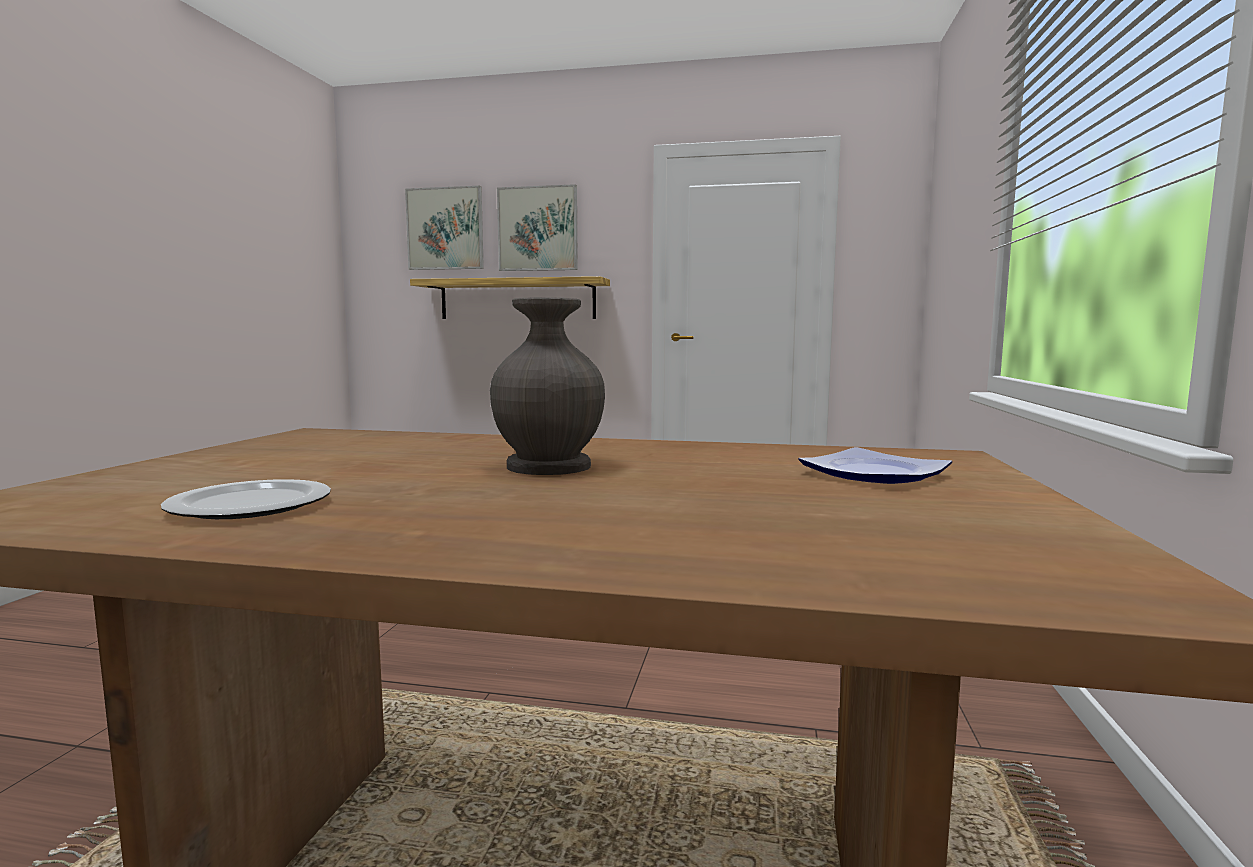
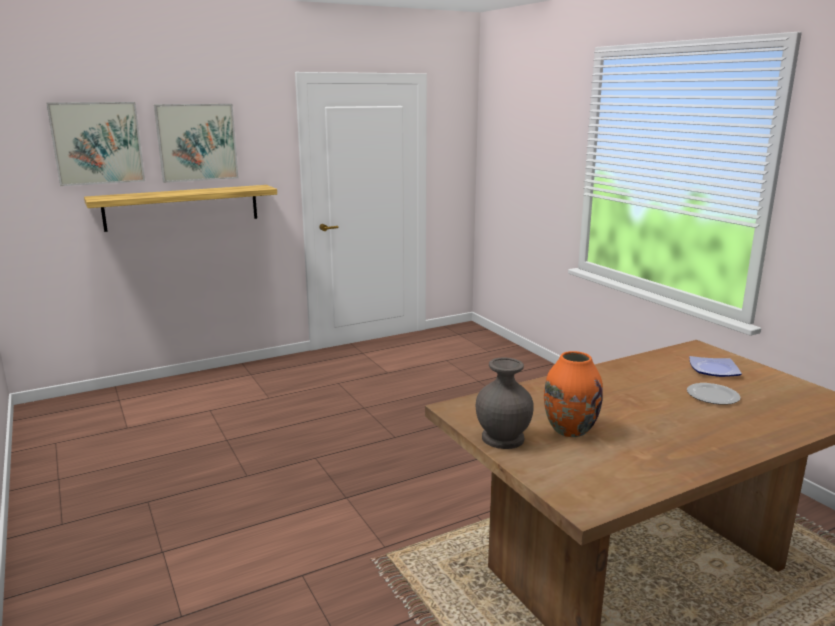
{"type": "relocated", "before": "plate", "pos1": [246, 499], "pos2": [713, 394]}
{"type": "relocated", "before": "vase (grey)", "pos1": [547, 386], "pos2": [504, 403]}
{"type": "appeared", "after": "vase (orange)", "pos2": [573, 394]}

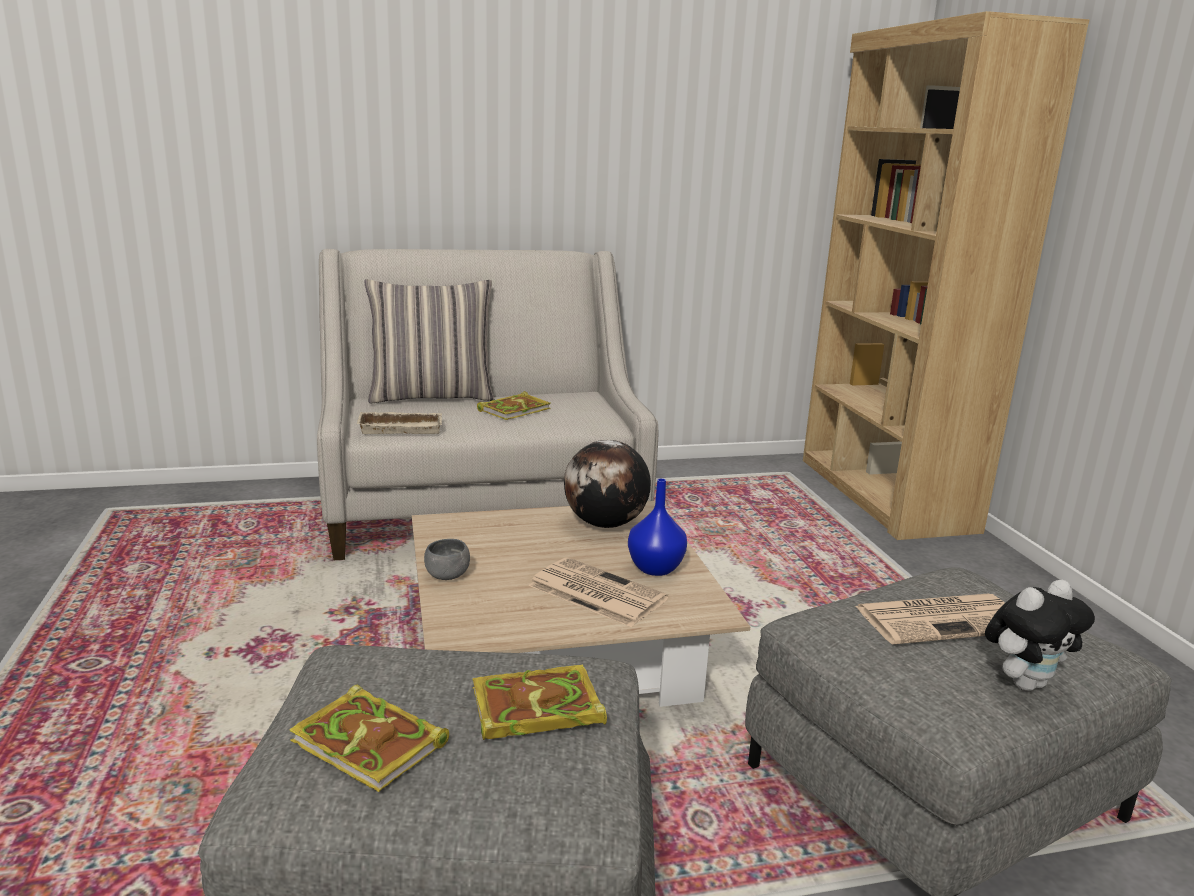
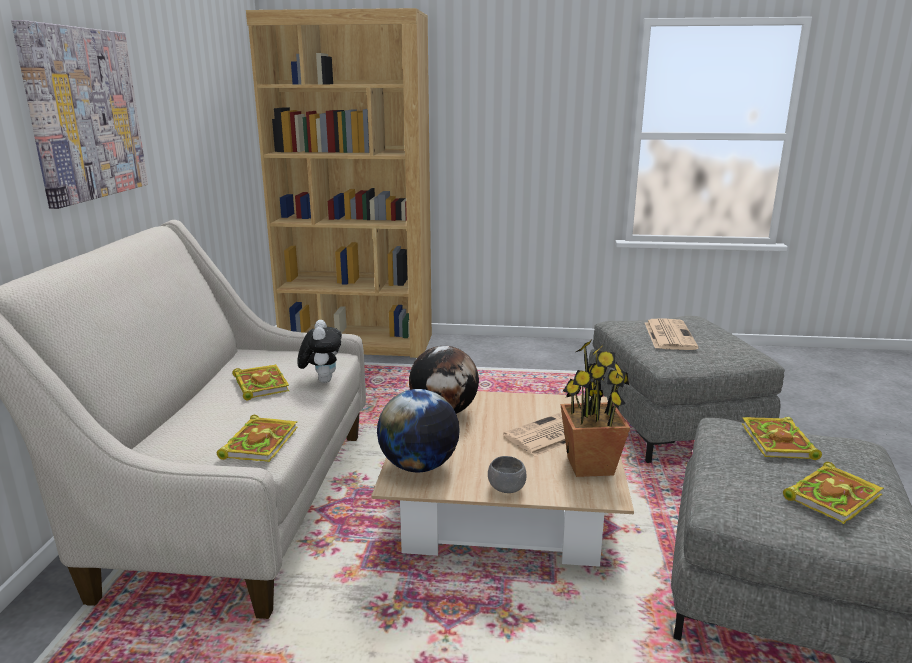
{"type": "exchanged", "before": "tray (beige)", "after": "book", "pos1": [399, 423], "pos2": [257, 438]}
{"type": "missing", "before": "pillow", "pos1": [430, 341]}
{"type": "missing", "before": "vase (blue)", "pos1": [657, 527]}
{"type": "relocated", "before": "plush toy", "pos1": [1040, 635], "pos2": [319, 351]}
{"type": "appeared", "after": "picture", "pos2": [79, 114]}
{"type": "appeared", "after": "globe", "pos2": [418, 430]}
{"type": "appeared", "after": "potted plant", "pos2": [595, 409]}

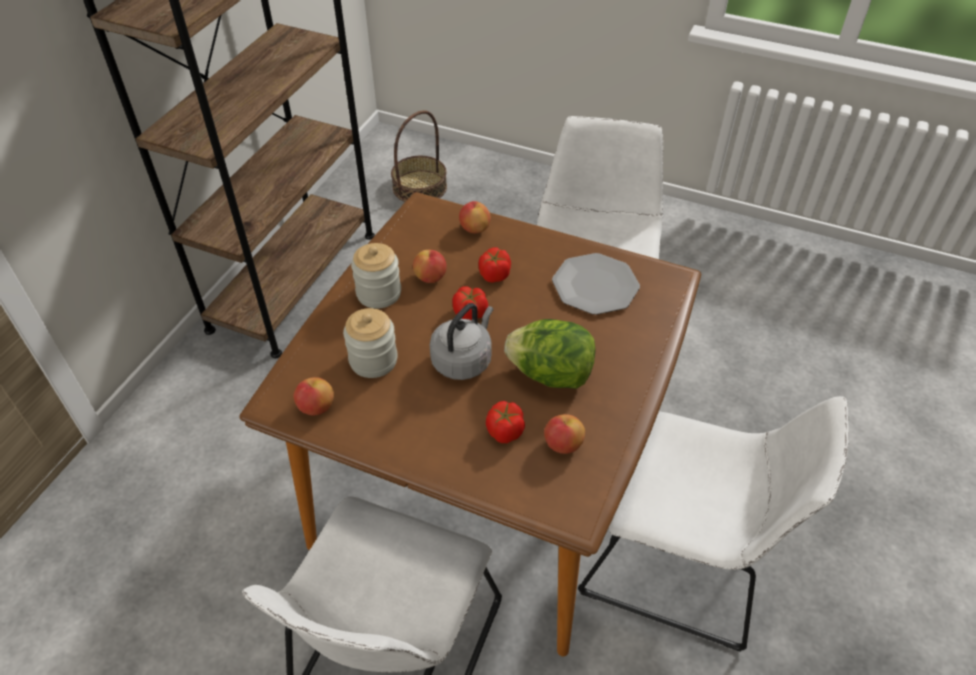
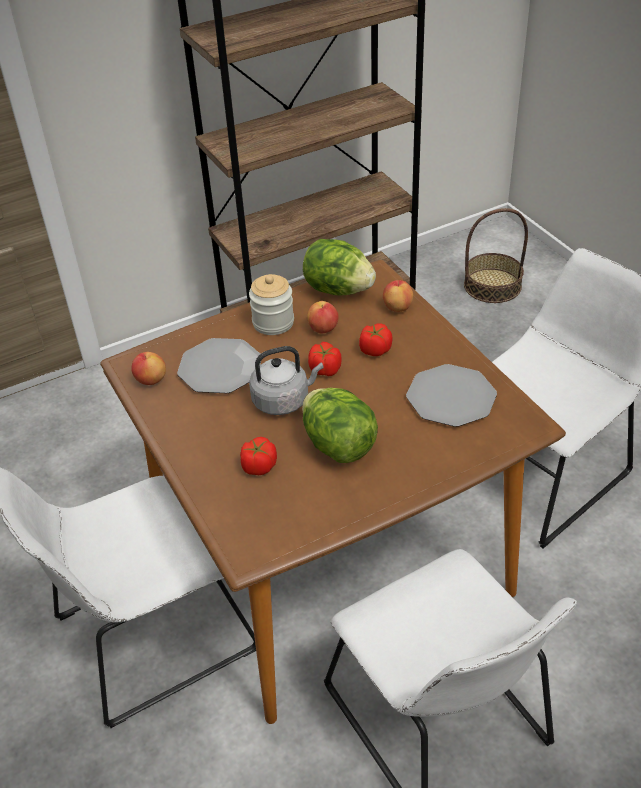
{"type": "exchanged", "before": "jar", "after": "plate", "pos1": [370, 343], "pos2": [219, 365]}
{"type": "missing", "before": "apple", "pos1": [564, 434]}
{"type": "appeared", "after": "lettuce", "pos2": [339, 267]}

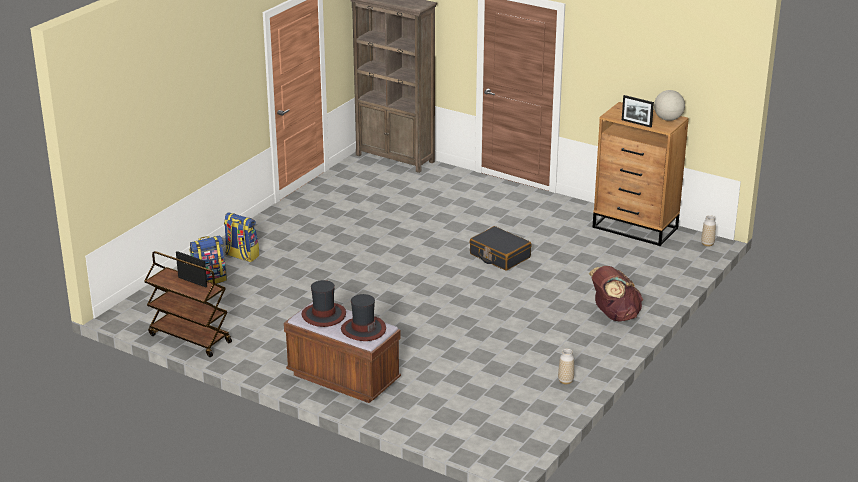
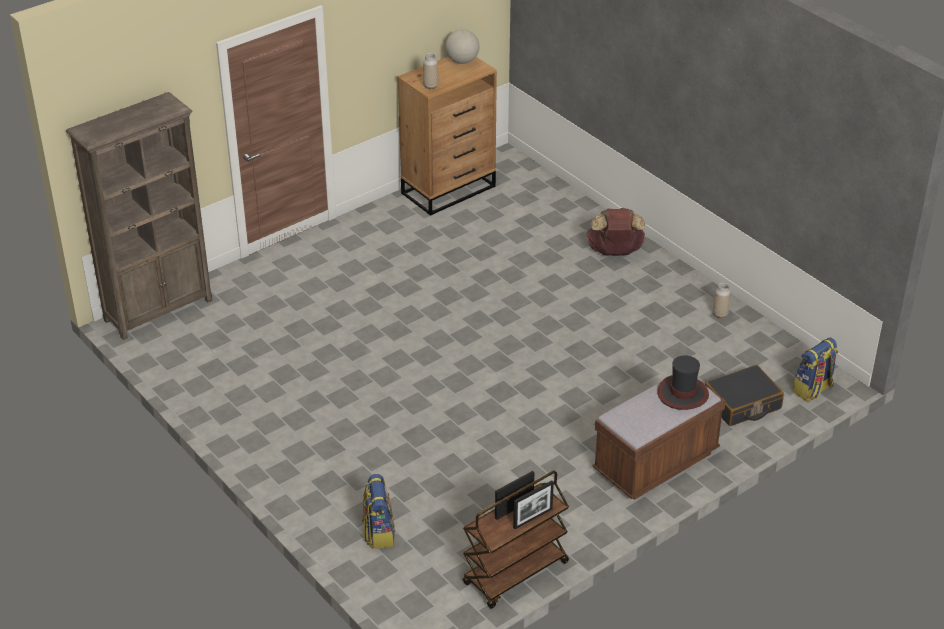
{"type": "relocated", "before": "backpack", "pos1": [241, 237], "pos2": [815, 370]}
{"type": "missing", "before": "hat", "pos1": [324, 303]}
{"type": "relocated", "before": "suitcase (black)", "pos1": [500, 248], "pos2": [744, 395]}
{"type": "relocated", "before": "picture frame", "pos1": [638, 111], "pos2": [533, 504]}
{"type": "relocated", "before": "vase", "pos1": [708, 231], "pos2": [431, 71]}

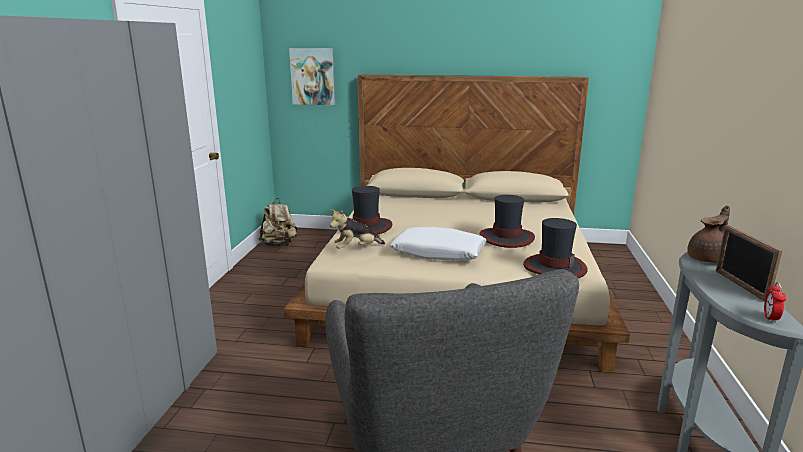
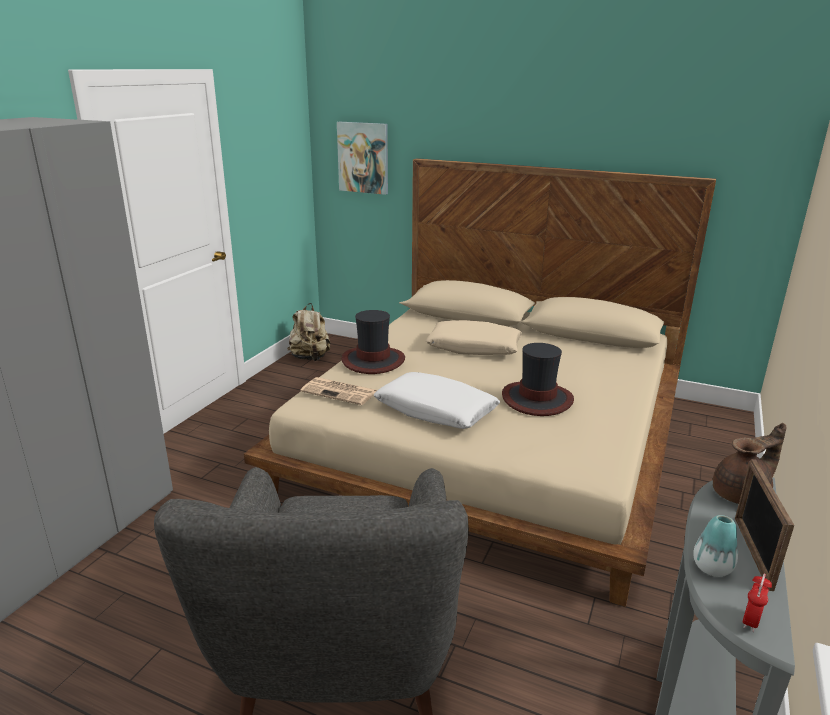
{"type": "exchanged", "before": "plush toy", "after": "newspaper", "pos1": [357, 229], "pos2": [338, 391]}
{"type": "missing", "before": "hat", "pos1": [555, 248]}
{"type": "appeared", "after": "pillow (beige)", "pos2": [473, 337]}
{"type": "appeared", "after": "vase", "pos2": [715, 546]}

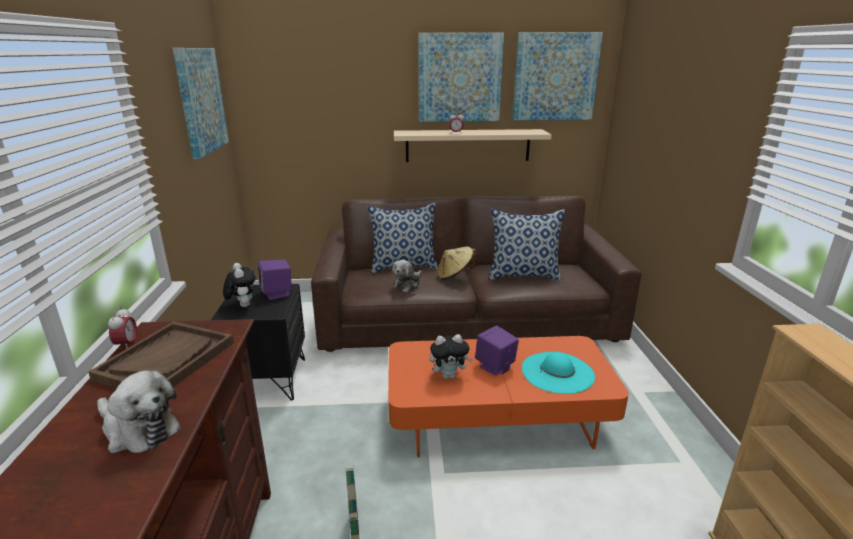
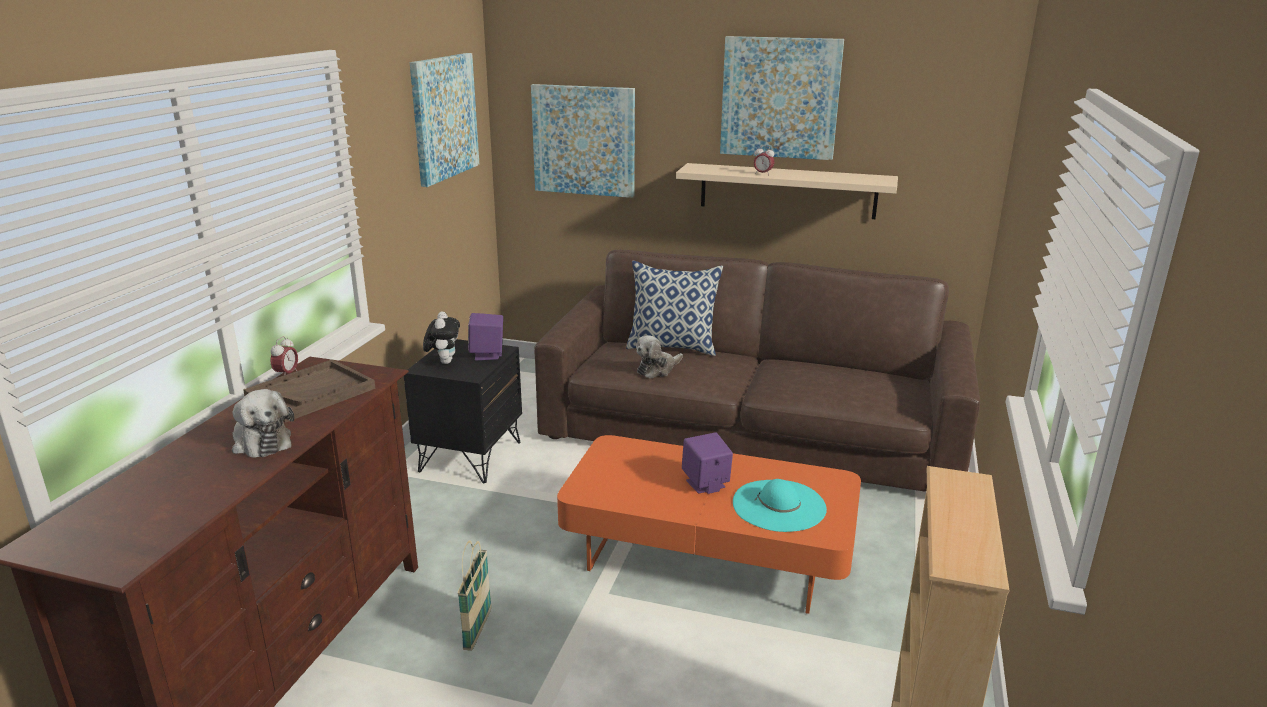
{"type": "missing", "before": "plush toy", "pos1": [451, 356]}
{"type": "missing", "before": "hat (beige)", "pos1": [456, 263]}
{"type": "missing", "before": "pillow", "pos1": [527, 245]}
{"type": "relocated", "before": "picture", "pos1": [558, 76], "pos2": [583, 141]}

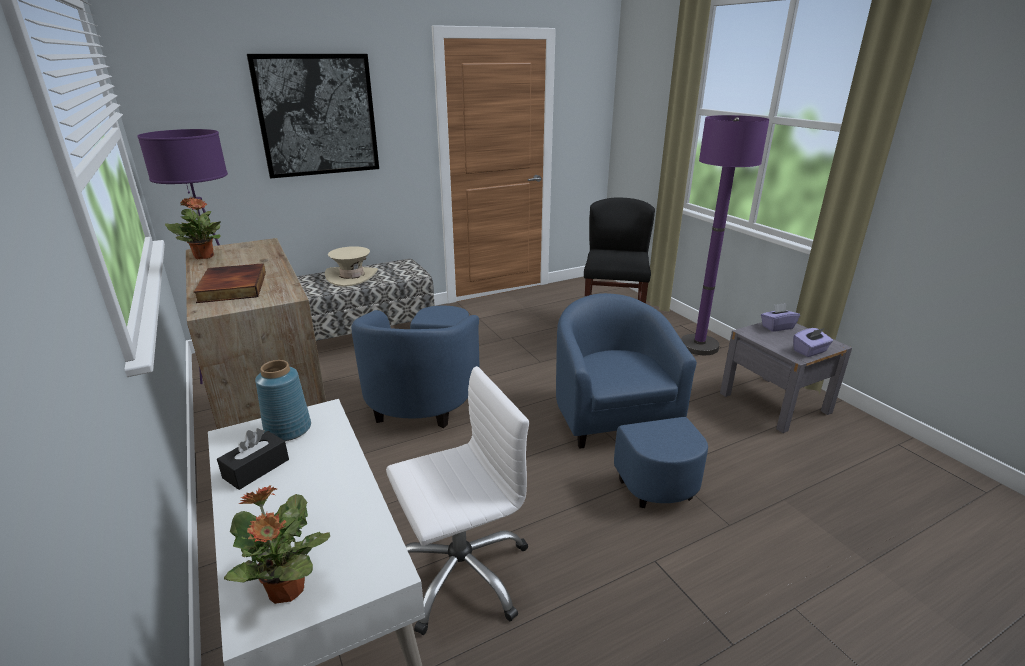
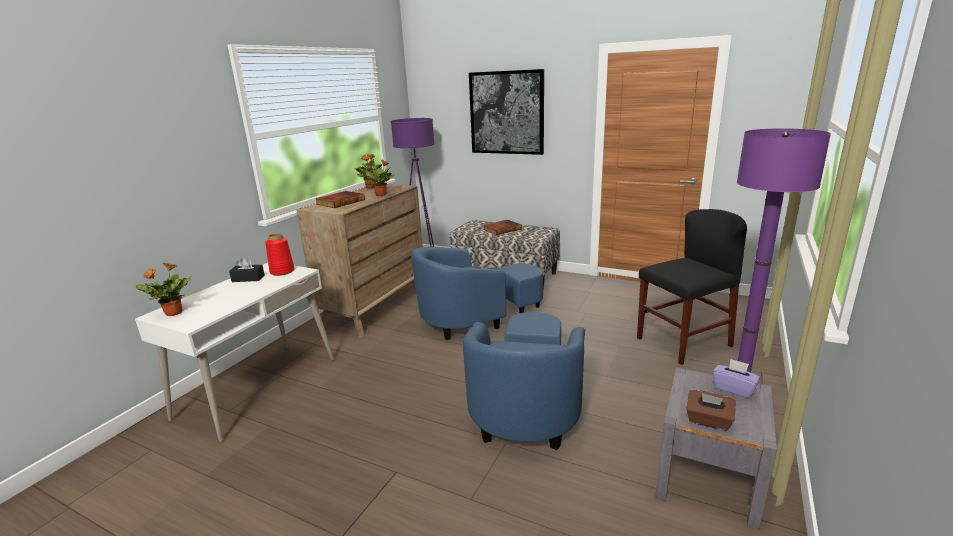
{"type": "colour", "before": "vase (blue)", "after": "vase (red)", "pos1": [283, 400], "pos2": [280, 254]}
{"type": "exchanged", "before": "hat (beige)", "after": "book", "pos1": [351, 266], "pos2": [502, 227]}
{"type": "missing", "before": "office chair (white)", "pos1": [457, 500]}
{"type": "spun", "before": "armchair (blue)", "pos1": [632, 400], "pos2": [524, 381], "turn": 150}
{"type": "colour", "before": "tissue box (purple)", "after": "tissue box (brown)", "pos1": [813, 342], "pos2": [711, 410]}
{"type": "appeared", "after": "potted plant", "pos2": [380, 177]}

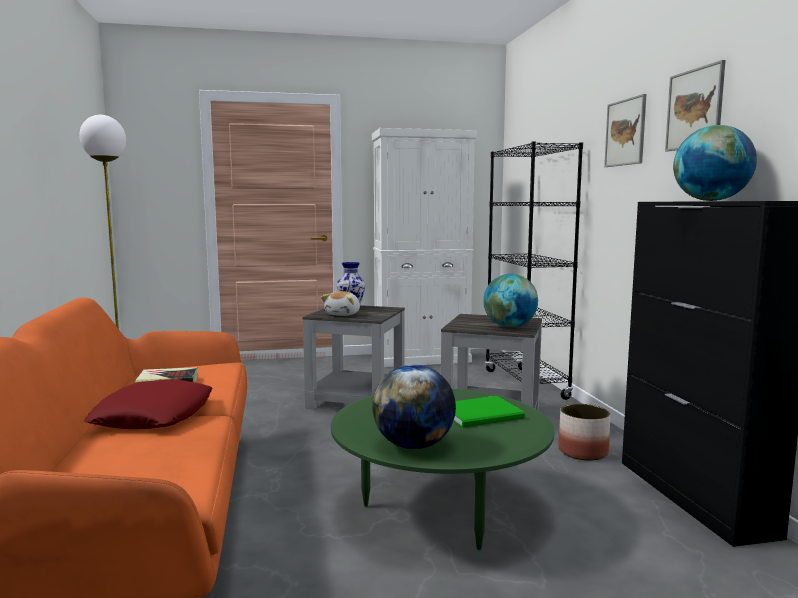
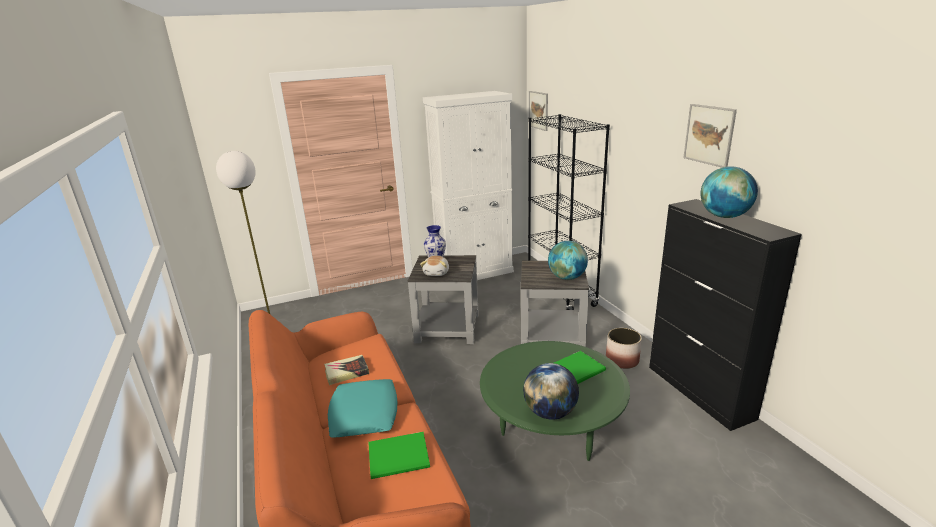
{"type": "colour", "before": "pillow (red)", "after": "pillow (turquoise)", "pos1": [148, 404], "pos2": [362, 408]}
{"type": "relocated", "before": "picture", "pos1": [625, 130], "pos2": [538, 111]}
{"type": "appeared", "after": "book (green)", "pos2": [399, 455]}

